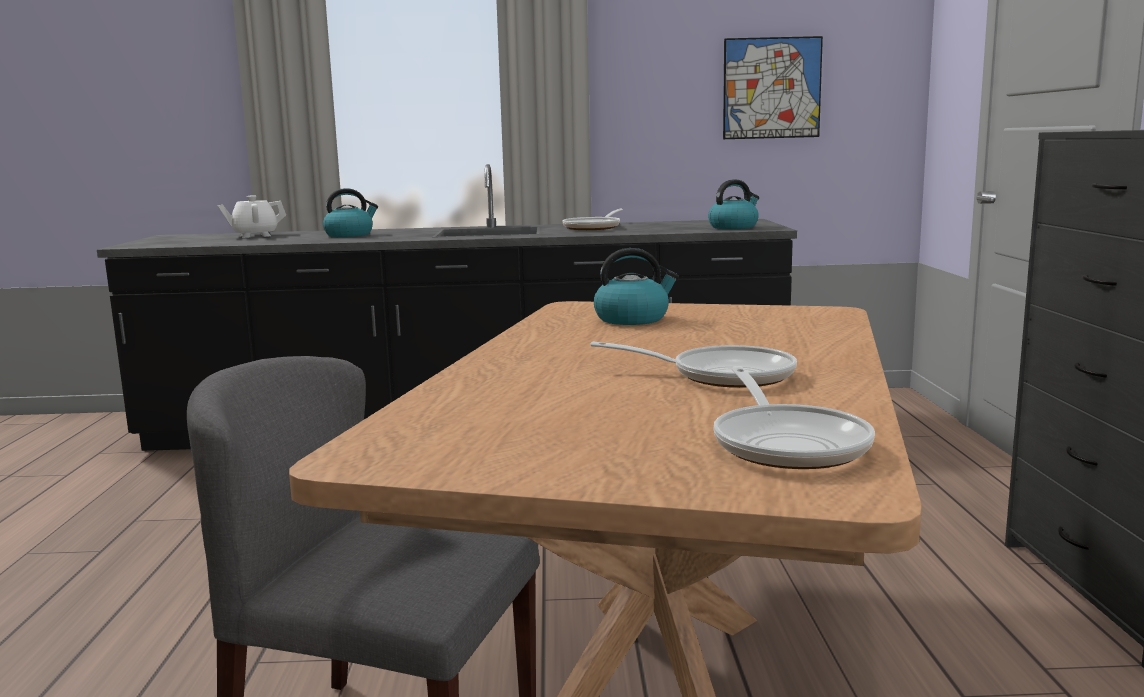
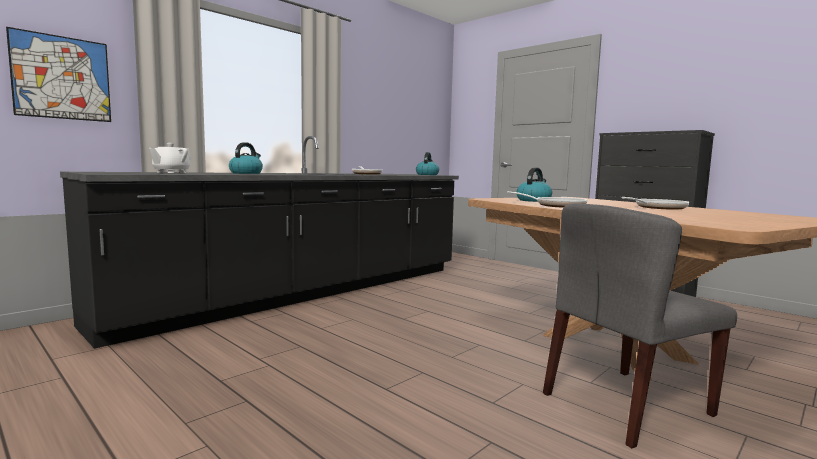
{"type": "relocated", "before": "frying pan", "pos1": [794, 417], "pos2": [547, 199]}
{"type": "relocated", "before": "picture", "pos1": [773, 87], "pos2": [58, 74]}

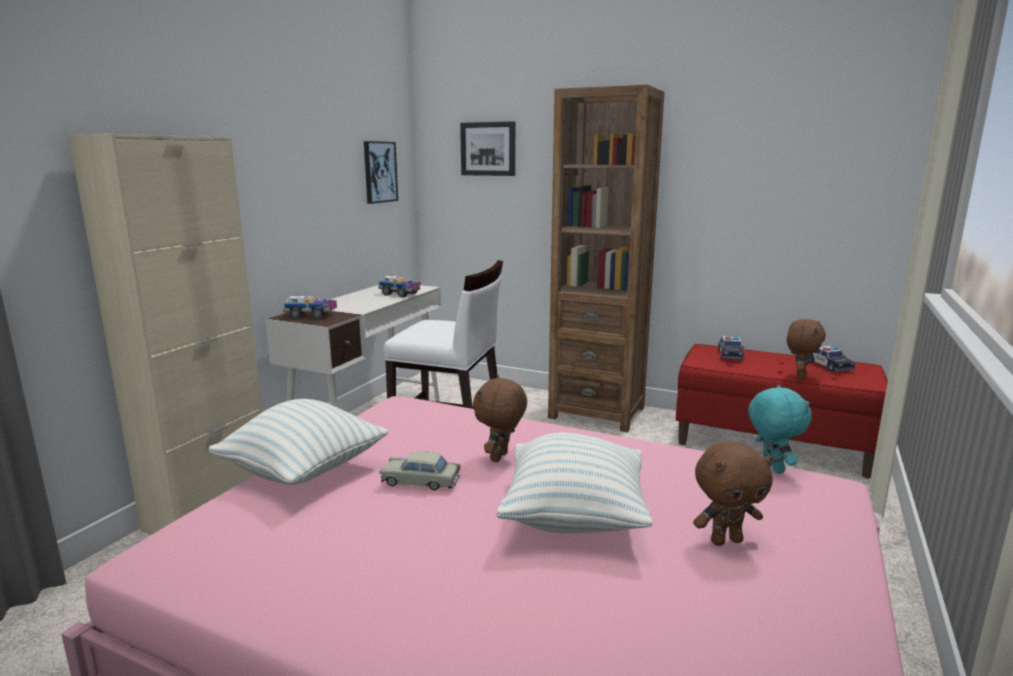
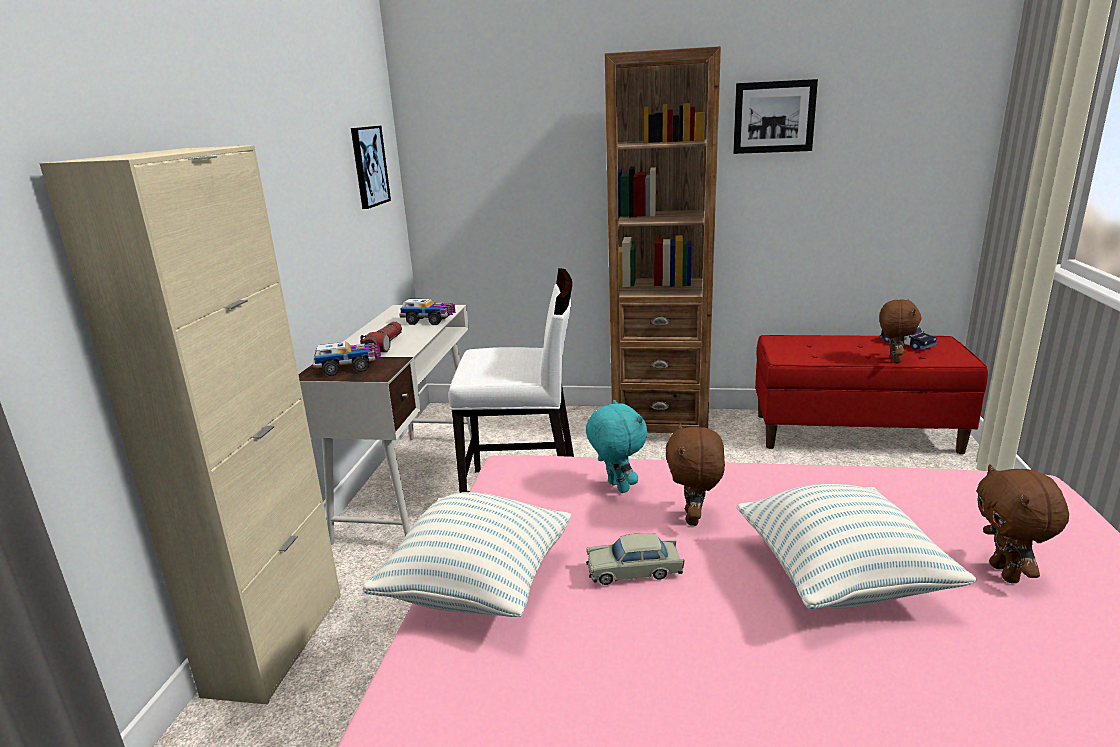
{"type": "relocated", "before": "picture", "pos1": [487, 148], "pos2": [775, 116]}
{"type": "spun", "before": "plush toy (brown)", "pos1": [733, 493], "pos2": [1023, 523], "turn": 120}
{"type": "missing", "before": "toy car", "pos1": [731, 348]}
{"type": "relocated", "before": "plush toy (turquoise)", "pos1": [779, 429], "pos2": [616, 446]}
{"type": "appeared", "after": "flashlight", "pos2": [381, 337]}

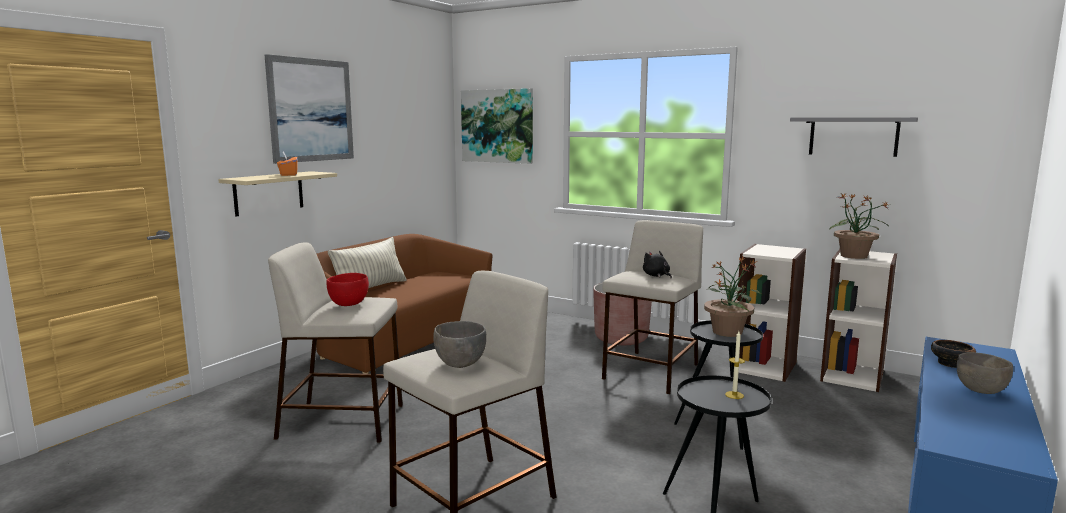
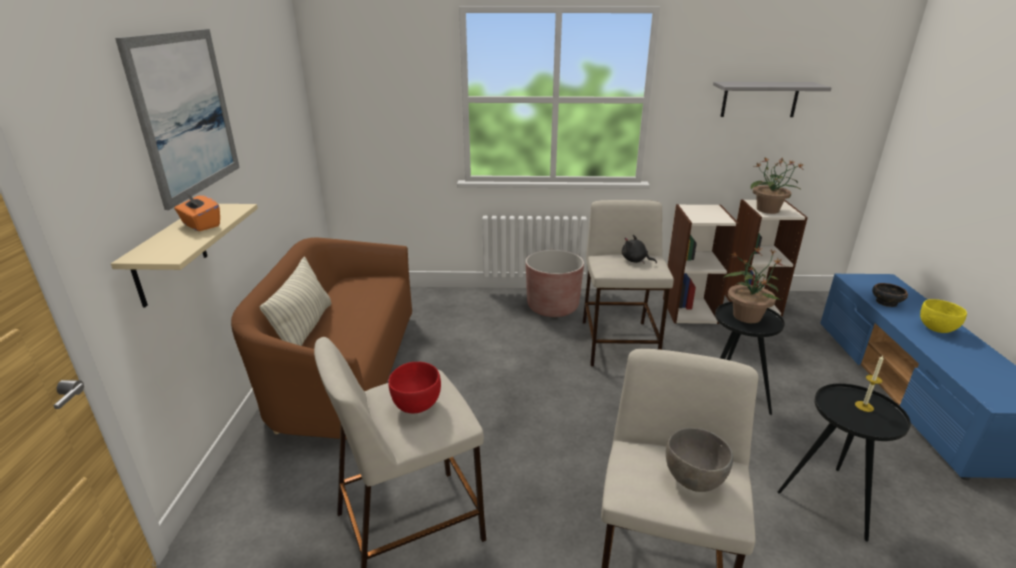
{"type": "missing", "before": "picture", "pos1": [497, 126]}
{"type": "colour", "before": "bowl (grey)", "after": "bowl (yellow)", "pos1": [985, 373], "pos2": [943, 316]}

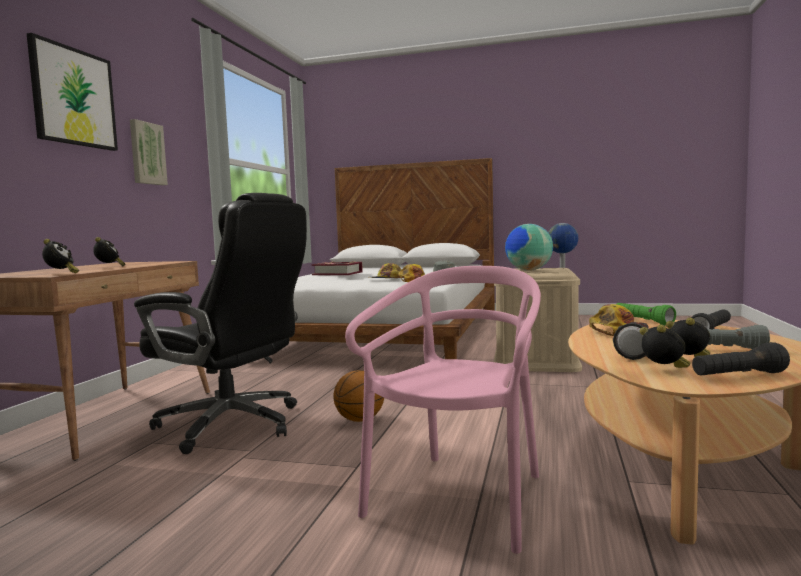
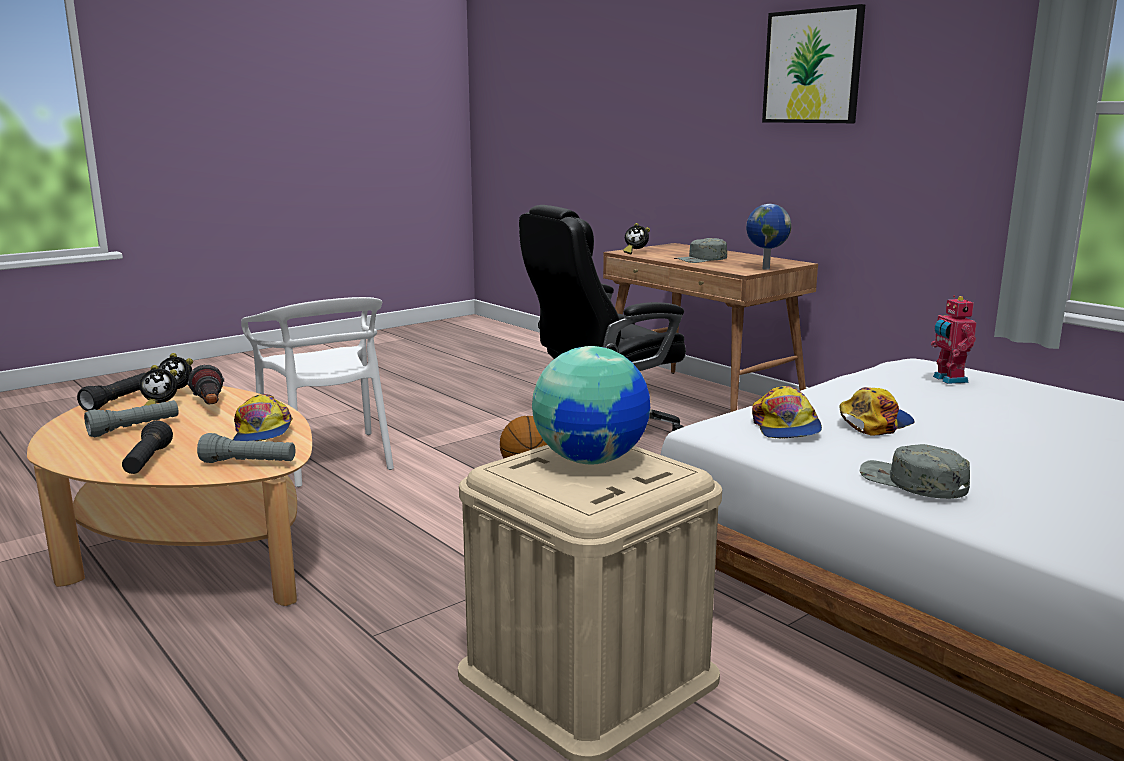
{"type": "exchanged", "before": "alarm clock", "after": "cap (grey)", "pos1": [109, 251], "pos2": [700, 250]}
{"type": "missing", "before": "picture", "pos1": [149, 152]}
{"type": "missing", "before": "book", "pos1": [337, 268]}
{"type": "colour", "before": "chair (pink)", "after": "chair (white)", "pos1": [443, 410], "pos2": [317, 392]}
{"type": "relocated", "before": "globe", "pos1": [563, 245], "pos2": [768, 237]}
{"type": "colour", "before": "flashlight (green)", "after": "flashlight (grey)", "pos1": [646, 314], "pos2": [246, 448]}
{"type": "appeared", "after": "toy robot", "pos2": [954, 340]}

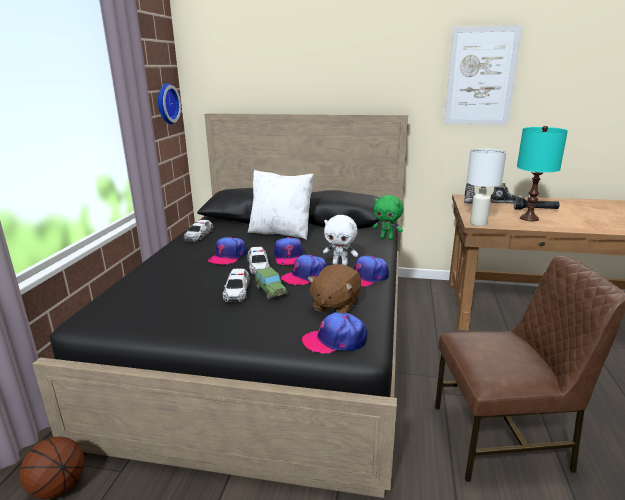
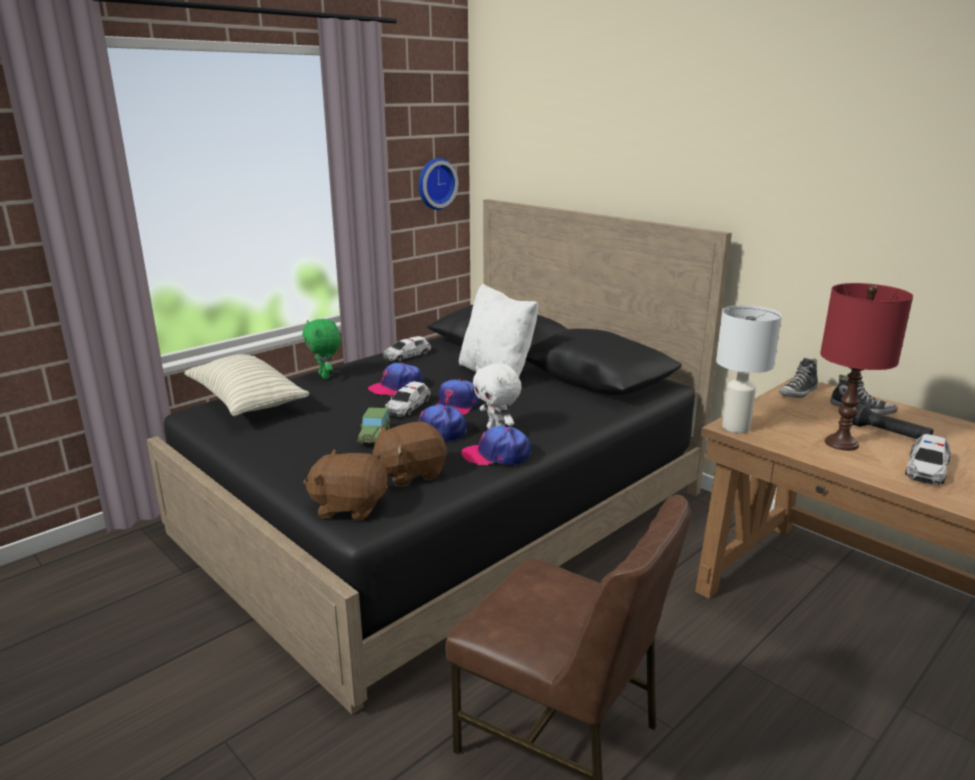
{"type": "missing", "before": "basketball", "pos1": [51, 467]}
{"type": "relocated", "before": "toy car", "pos1": [237, 286], "pos2": [928, 459]}
{"type": "exchanged", "before": "cap", "after": "plush toy (brown)", "pos1": [334, 333], "pos2": [345, 485]}
{"type": "relocated", "before": "plush toy (green)", "pos1": [388, 217], "pos2": [321, 349]}
{"type": "missing", "before": "picture", "pos1": [483, 75]}
{"type": "colour", "before": "table lamp (turquoise)", "after": "table lamp (red)", "pos1": [542, 173], "pos2": [866, 367]}
{"type": "appeared", "after": "pillow", "pos2": [247, 385]}

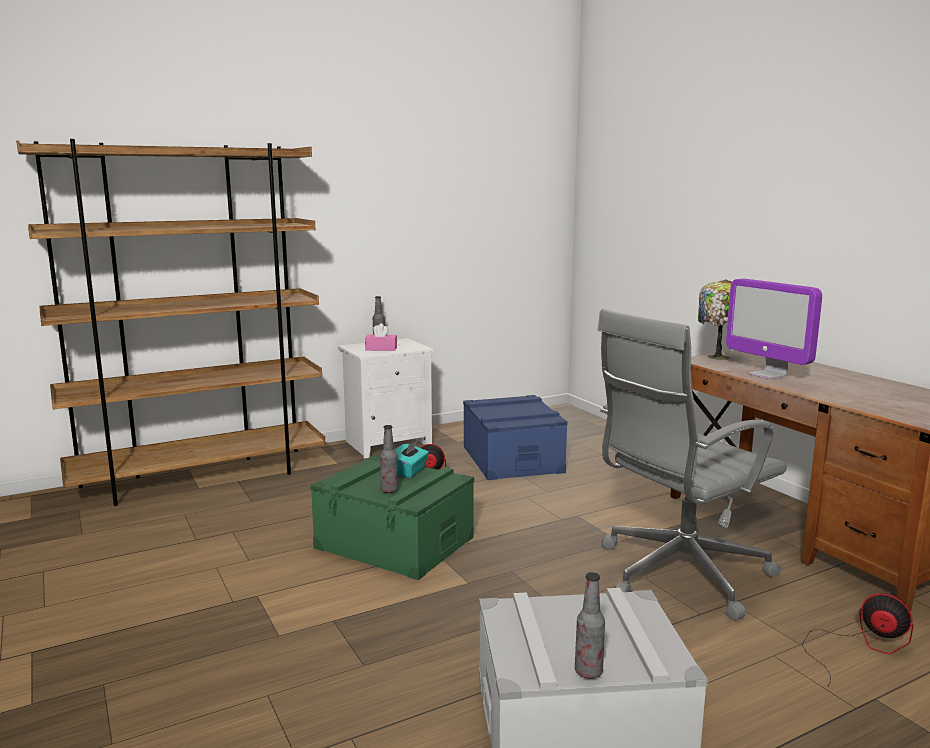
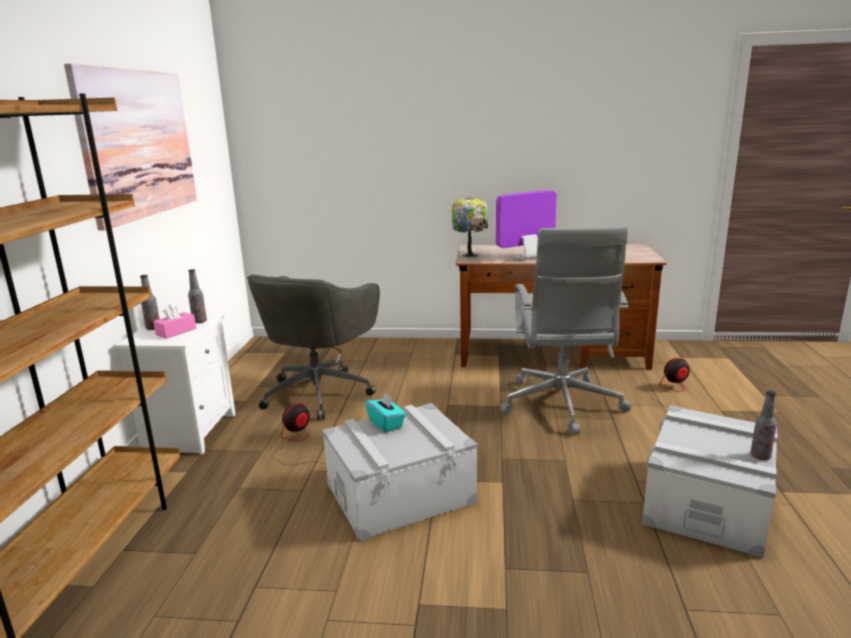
{"type": "colour", "before": "storage box (green)", "after": "storage box (grey)", "pos1": [392, 517], "pos2": [400, 472]}
{"type": "relocated", "before": "bottle", "pos1": [389, 459], "pos2": [197, 296]}
{"type": "exchanged", "before": "storage box (blue)", "after": "office chair (grey)", "pos1": [515, 437], "pos2": [313, 347]}
{"type": "spun", "before": "monitor", "pos1": [774, 329], "pos2": [526, 225], "turn": 150}
{"type": "appeared", "after": "picture", "pos2": [130, 147]}

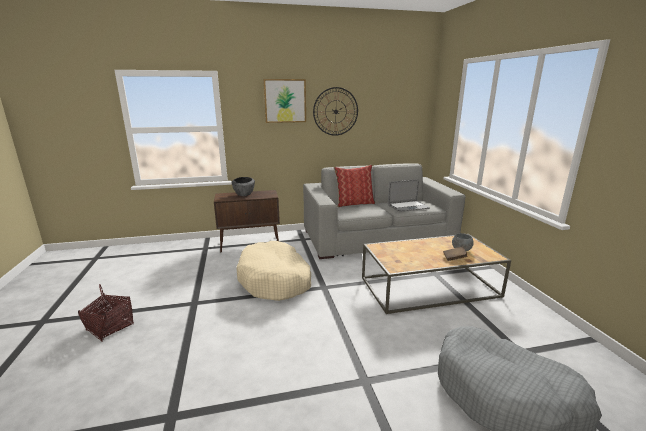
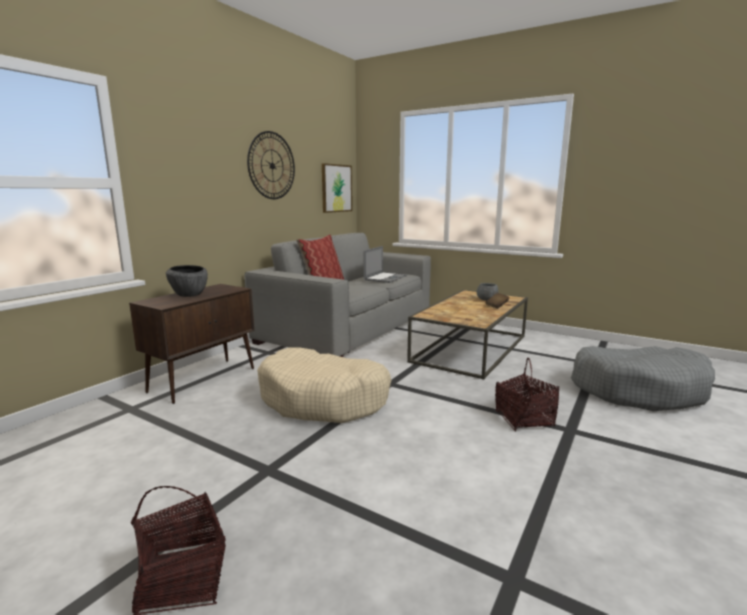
{"type": "relocated", "before": "picture", "pos1": [284, 101], "pos2": [337, 188]}
{"type": "appeared", "after": "basket", "pos2": [527, 394]}

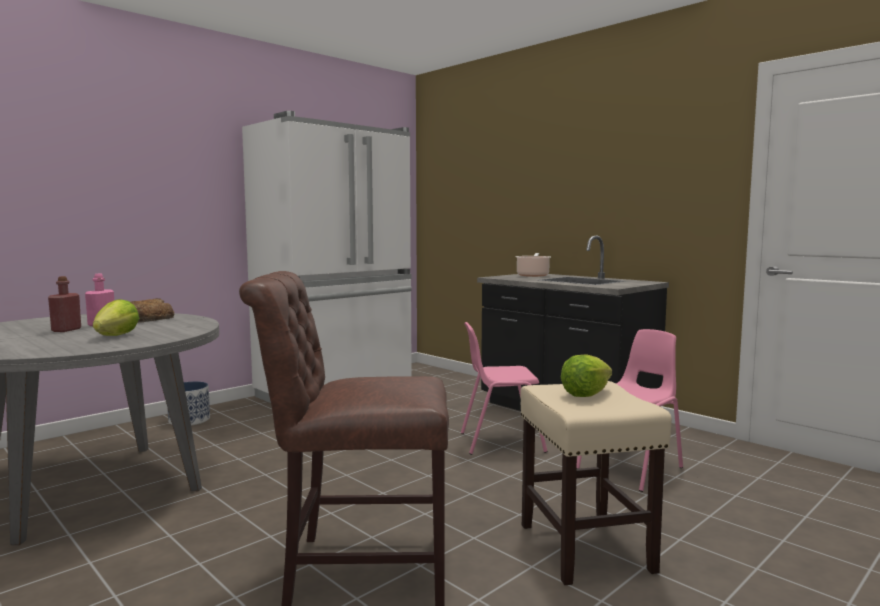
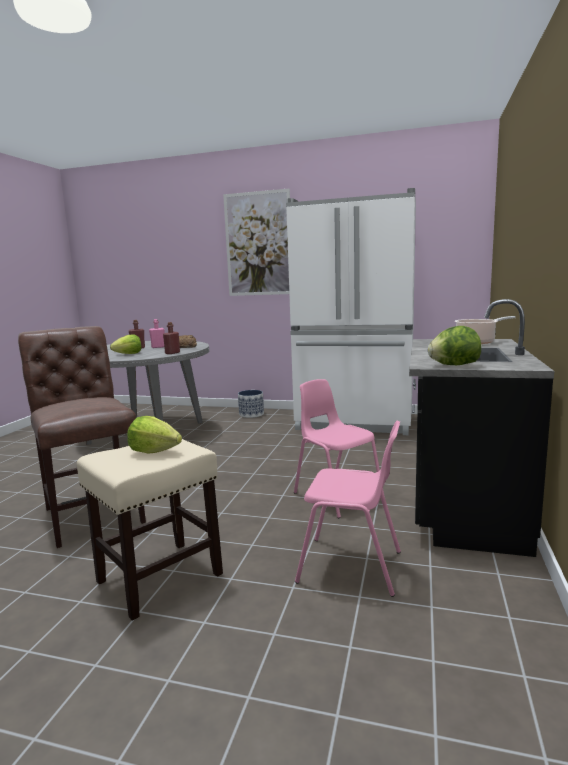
{"type": "appeared", "after": "bottle (red)", "pos2": [171, 338]}
{"type": "appeared", "after": "picture", "pos2": [256, 242]}
{"type": "appeared", "after": "lettuce", "pos2": [454, 345]}

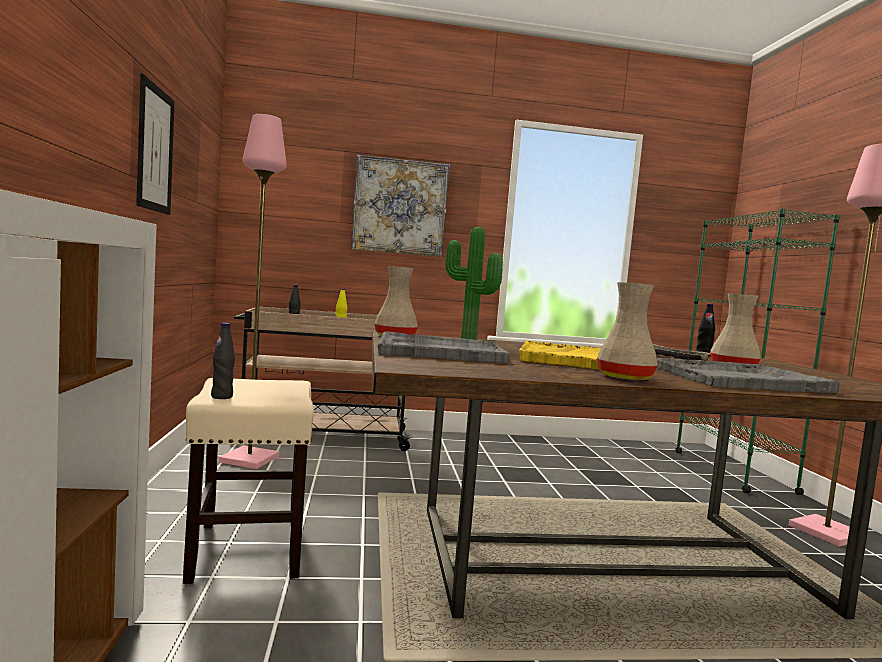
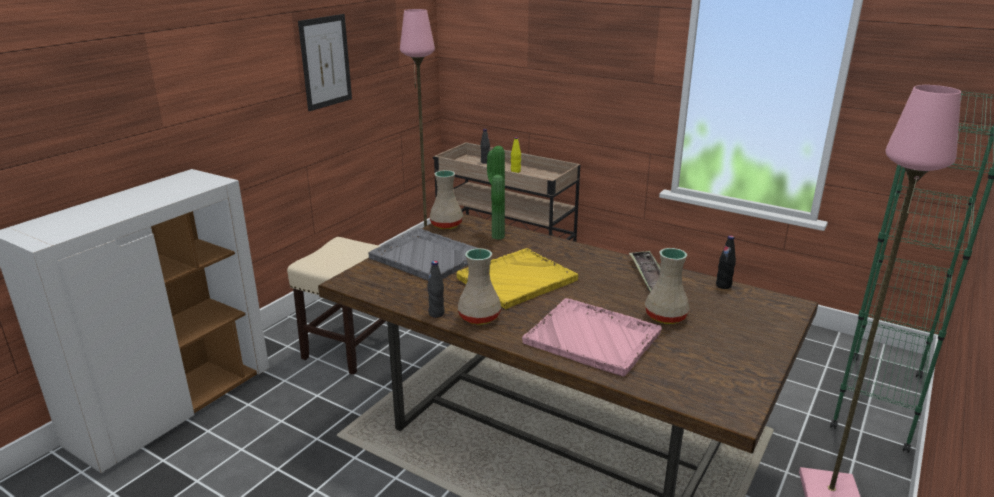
{"type": "relocated", "before": "bottle (black)", "pos1": [223, 361], "pos2": [436, 289]}
{"type": "missing", "before": "picture", "pos1": [400, 206]}
{"type": "colour", "before": "tray (grey)", "after": "tray (pink)", "pos1": [748, 376], "pos2": [592, 337]}

